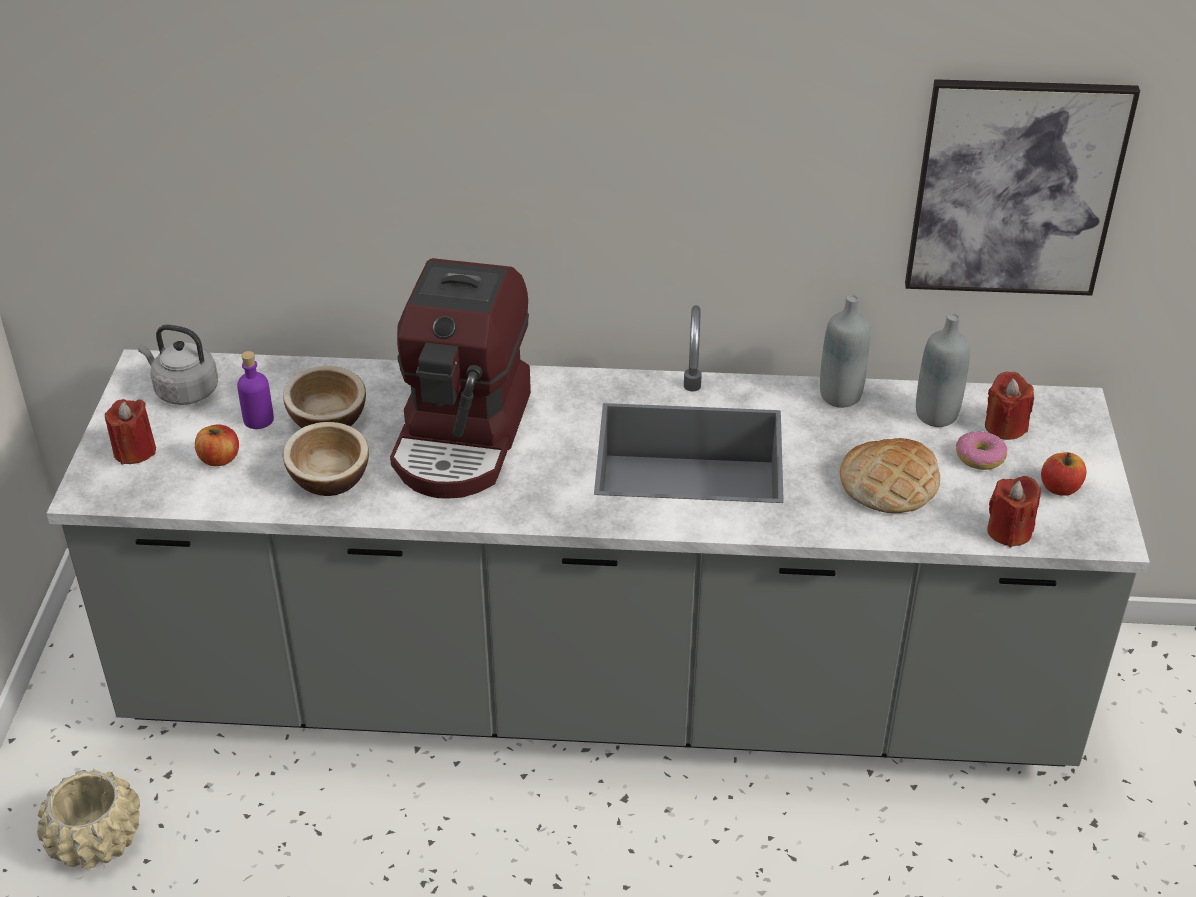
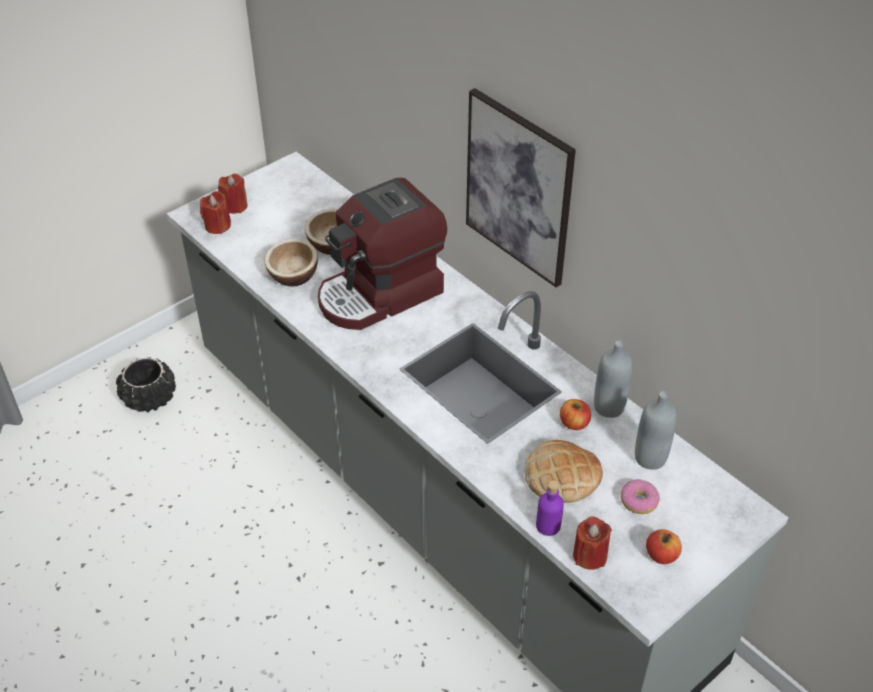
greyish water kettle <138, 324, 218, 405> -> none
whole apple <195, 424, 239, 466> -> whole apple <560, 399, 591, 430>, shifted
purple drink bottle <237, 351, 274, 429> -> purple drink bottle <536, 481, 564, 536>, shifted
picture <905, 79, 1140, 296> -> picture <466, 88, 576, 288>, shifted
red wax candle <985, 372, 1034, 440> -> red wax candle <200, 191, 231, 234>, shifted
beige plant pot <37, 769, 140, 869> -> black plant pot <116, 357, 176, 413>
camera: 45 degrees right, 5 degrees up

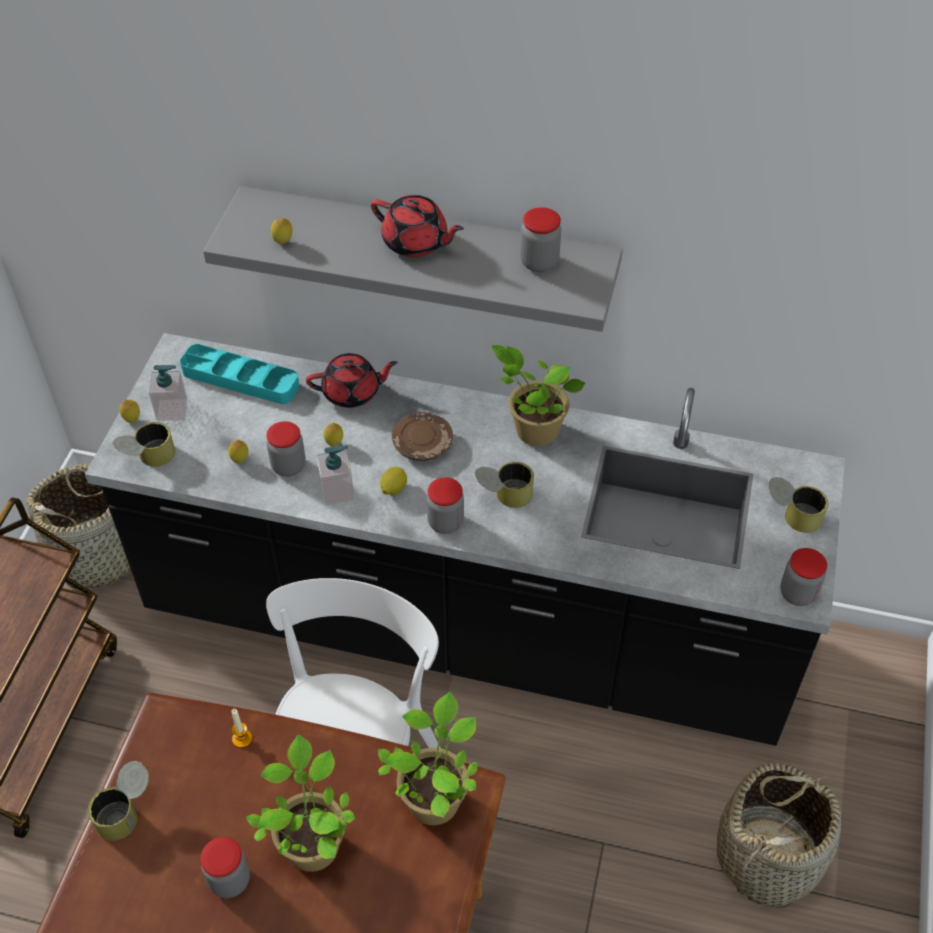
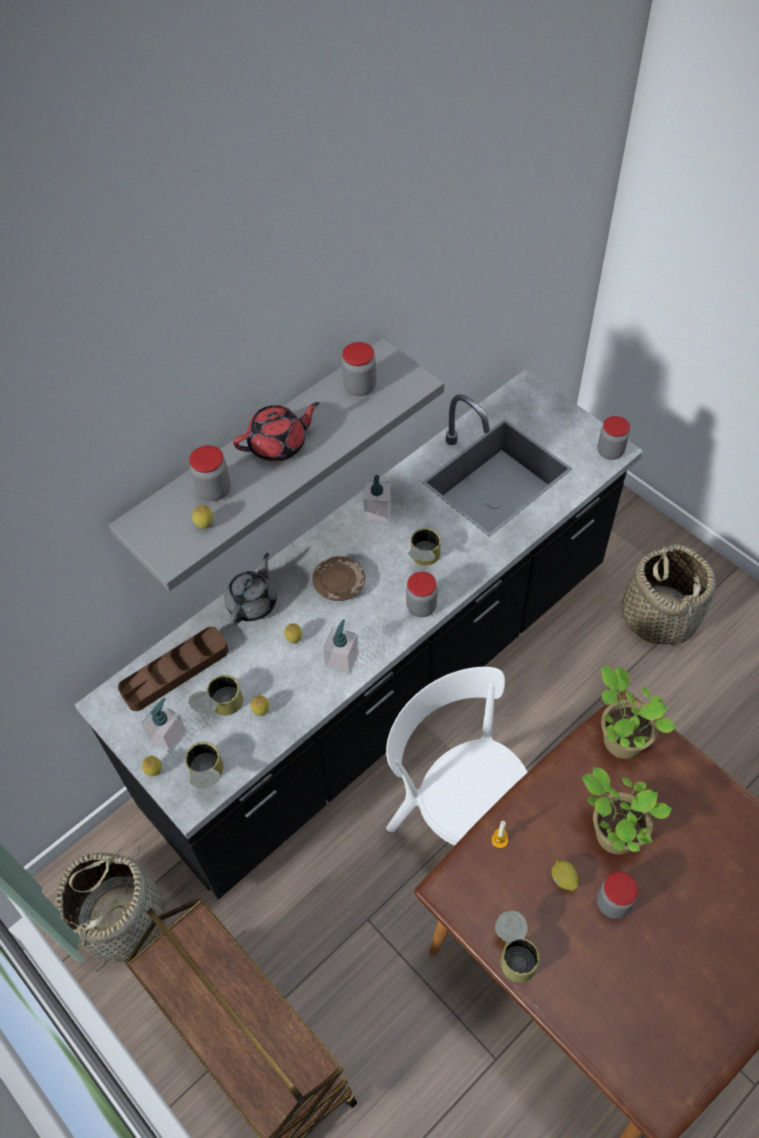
jar <266, 421, 305, 477> -> jar <189, 445, 231, 501>, shifted
citrus fruit <380, 467, 407, 495> -> citrus fruit <551, 860, 578, 891>, shifted
sealed can <769, 477, 828, 533> -> sealed can <188, 675, 243, 716>, shifted
houseplant <492, 345, 585, 446> -> soap bottle <363, 475, 391, 523>
blue-green tray <180, 344, 300, 404> -> brownish tray <118, 627, 229, 711>
red pot for tea <306, 353, 398, 408> -> greyish pot for tea <225, 553, 277, 625>
camera: 55 degrees left, 5 degrees up

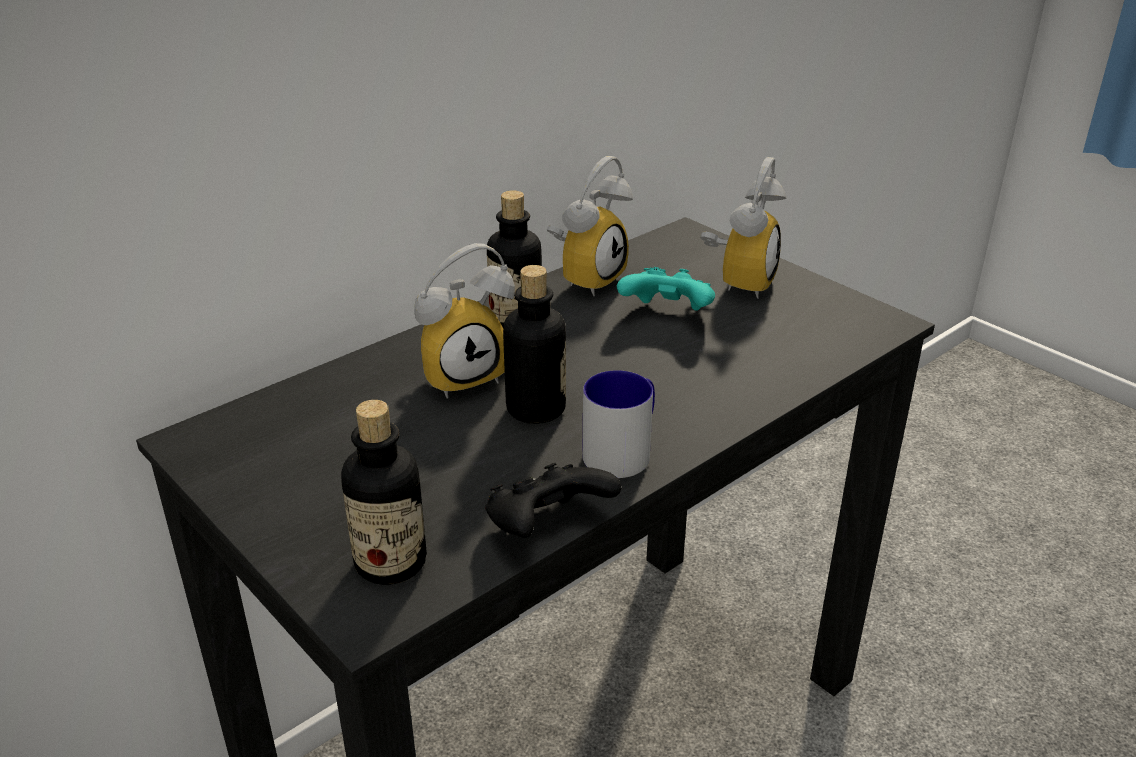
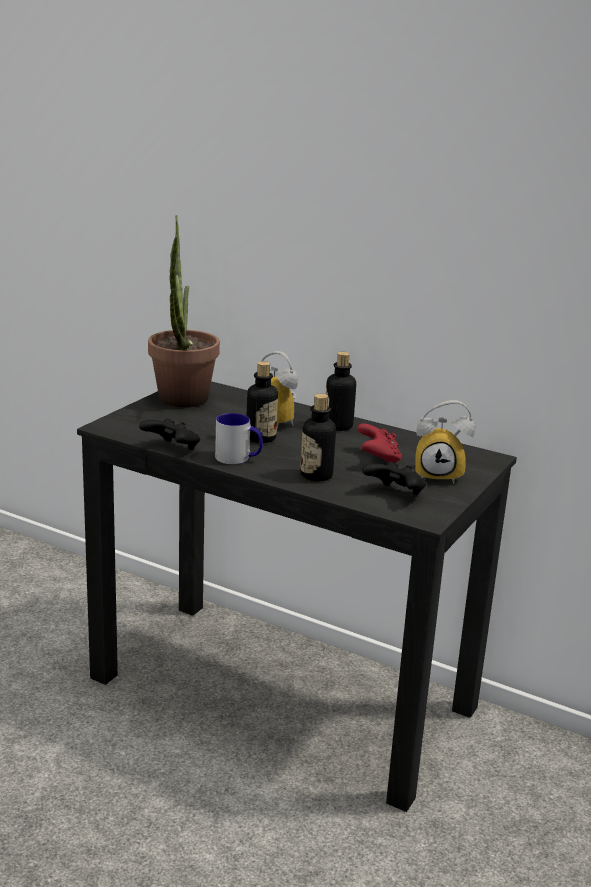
bedside clock <547, 156, 633, 296> -> none
none -> houseplant <148, 215, 220, 408>
none -> black joypad <362, 462, 427, 495>
drink bottle <341, 400, 427, 585> -> drink bottle <300, 394, 336, 481>, shifted
blue-green joypad <617, 267, 715, 311> -> red joypad <357, 423, 402, 463>
camera: 70 degrees right, 10 degrees down

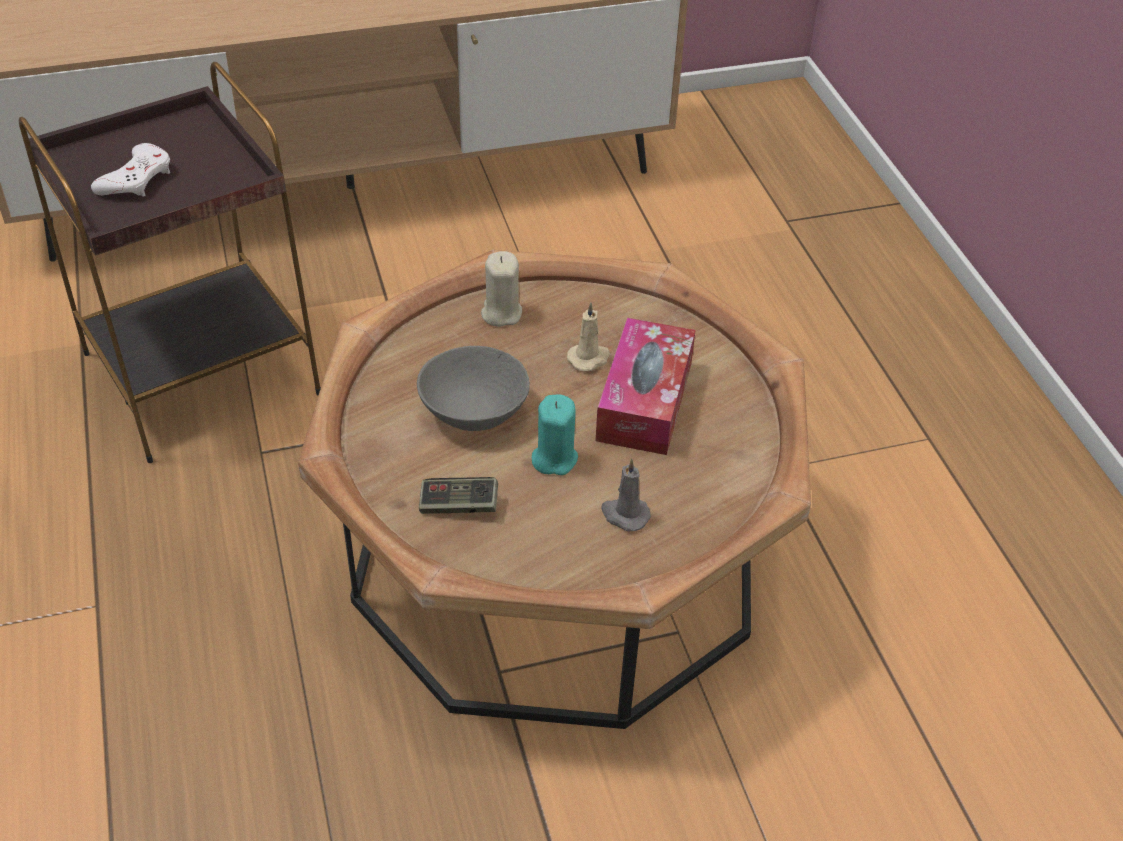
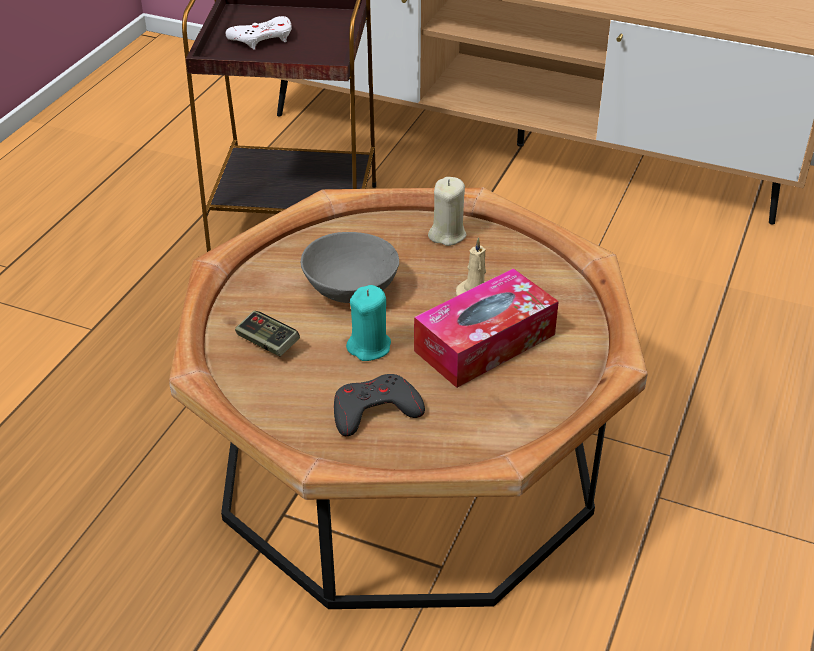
greyish wax candle <601, 458, 651, 531> -> greyish joypad <334, 374, 425, 436>
camera: 40 degrees right, 5 degrees down

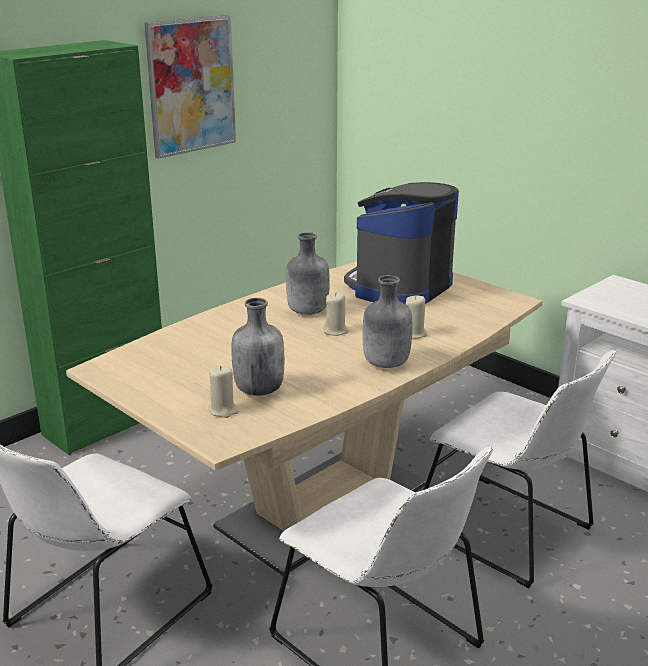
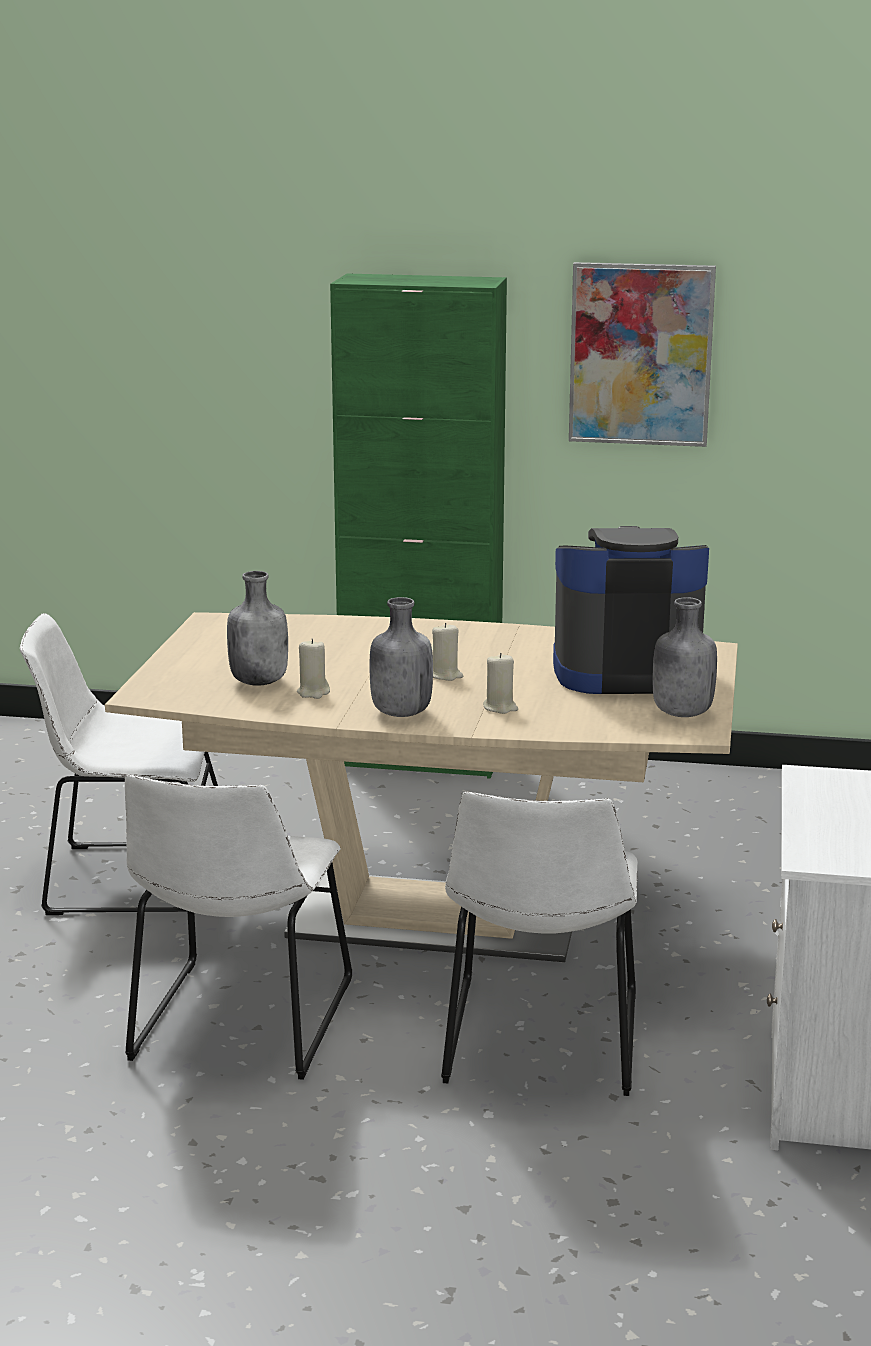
beige wax candle <208, 366, 239, 418> -> beige wax candle <297, 639, 330, 699>, shifted
greyish drink bottle <286, 232, 330, 315> -> greyish drink bottle <652, 597, 717, 717>, shifted
camera: 55 degrees right, 5 degrees down

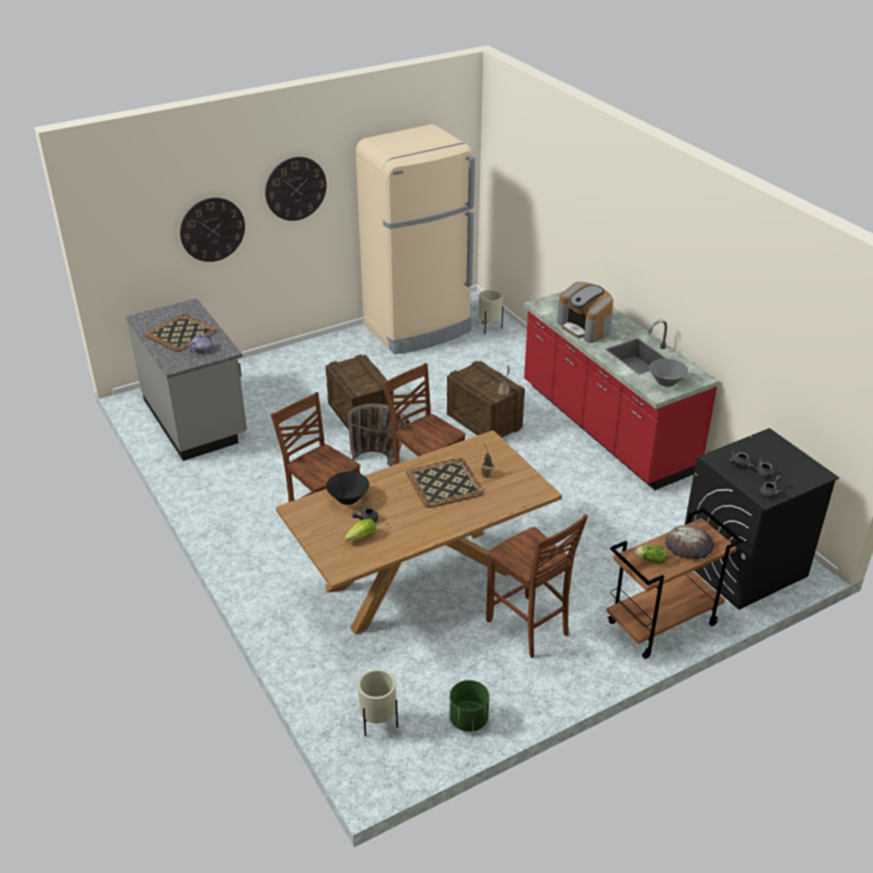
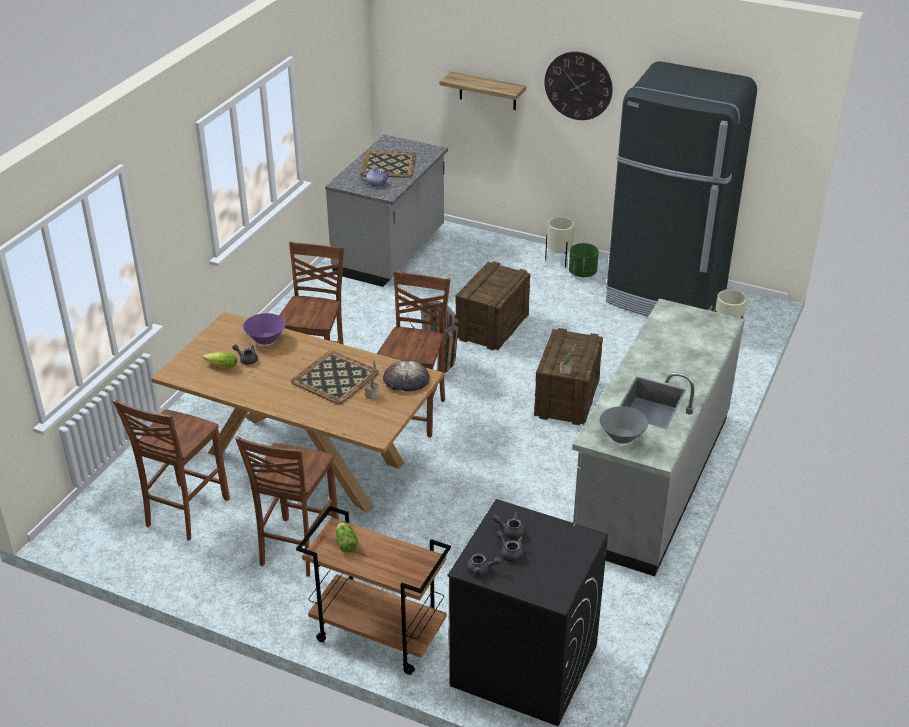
coffee brewer <557, 282, 613, 343> -> none
none -> brownish upright chair <113, 399, 230, 540>
beige plant pot <358, 669, 398, 737> -> beige plant pot <545, 217, 575, 268>, shifted
green plant pot <450, 680, 489, 732> -> green plant pot <569, 243, 599, 277>, shifted
baked bread <665, 525, 714, 559> -> baked bread <383, 361, 430, 392>, shifted
wall clock <180, 198, 245, 262> -> wall shelf <439, 72, 526, 110>
black bowl <326, 472, 369, 505> -> purple bowl <243, 313, 286, 345>
beige fridge <356, 124, 475, 354> -> black fridge <606, 61, 757, 317>
red kitchen counter <524, 291, 719, 490> -> greyish kitchen counter <572, 298, 745, 576>
camera: 55 degrees right, 0 degrees up

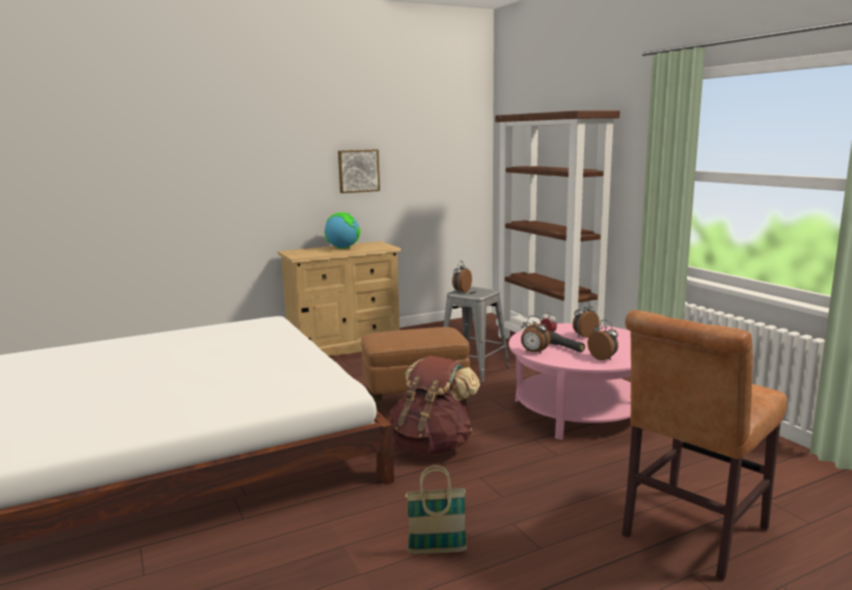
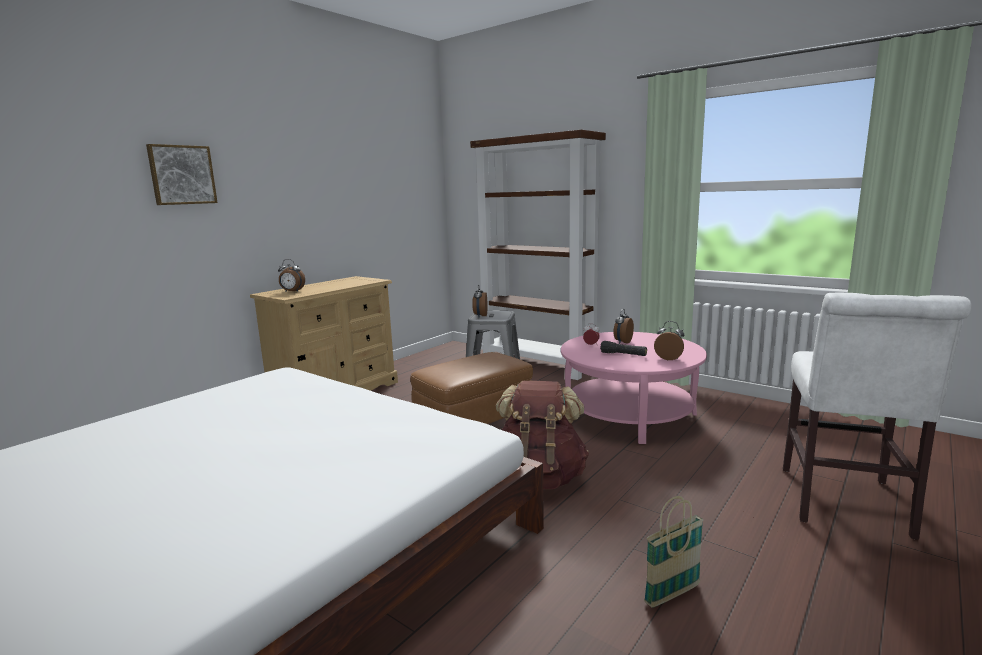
globe <324, 212, 360, 249> -> none
picture <338, 149, 380, 193> -> picture <146, 144, 218, 205>, shifted
bedside clock <521, 316, 551, 354> -> bedside clock <278, 259, 305, 292>, shifted
brownish upright chair <622, 310, 787, 581> -> white-coloured upright chair <783, 293, 972, 540>
camera: 25 degrees left, 0 degrees up

